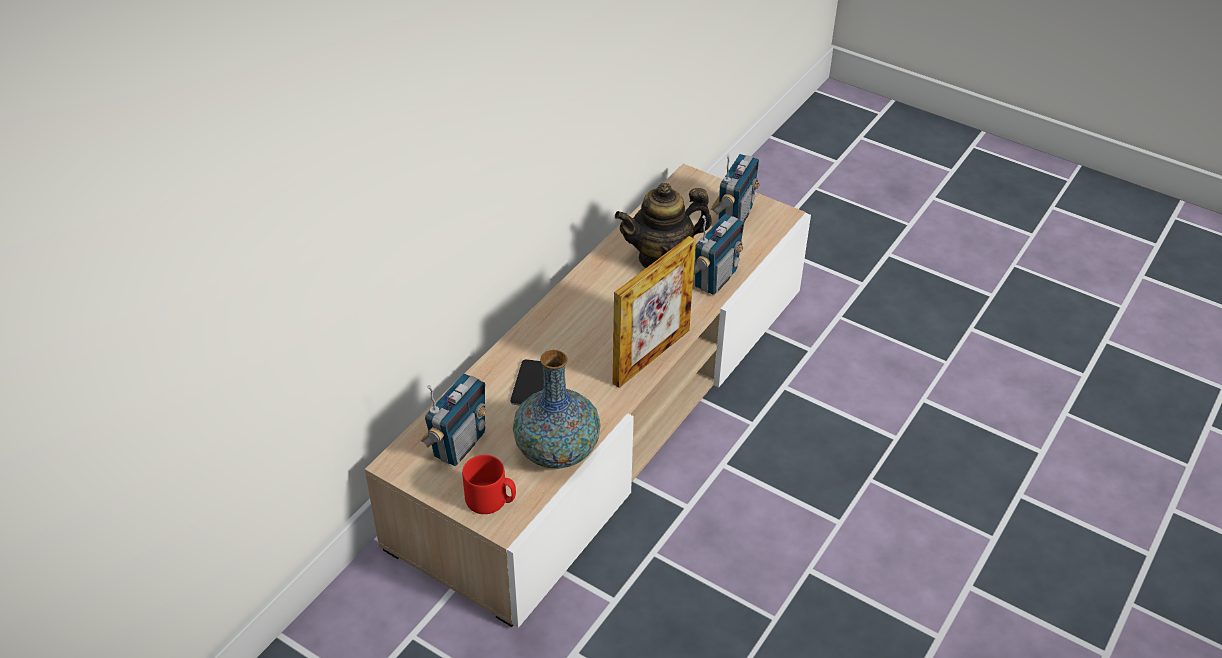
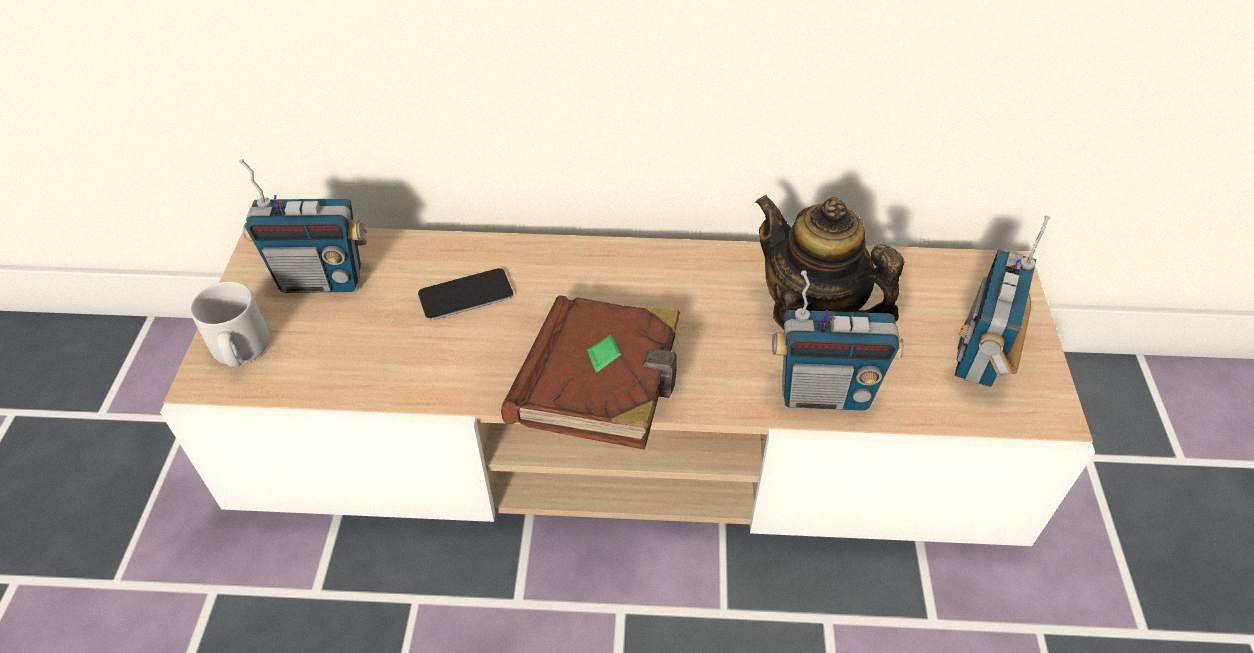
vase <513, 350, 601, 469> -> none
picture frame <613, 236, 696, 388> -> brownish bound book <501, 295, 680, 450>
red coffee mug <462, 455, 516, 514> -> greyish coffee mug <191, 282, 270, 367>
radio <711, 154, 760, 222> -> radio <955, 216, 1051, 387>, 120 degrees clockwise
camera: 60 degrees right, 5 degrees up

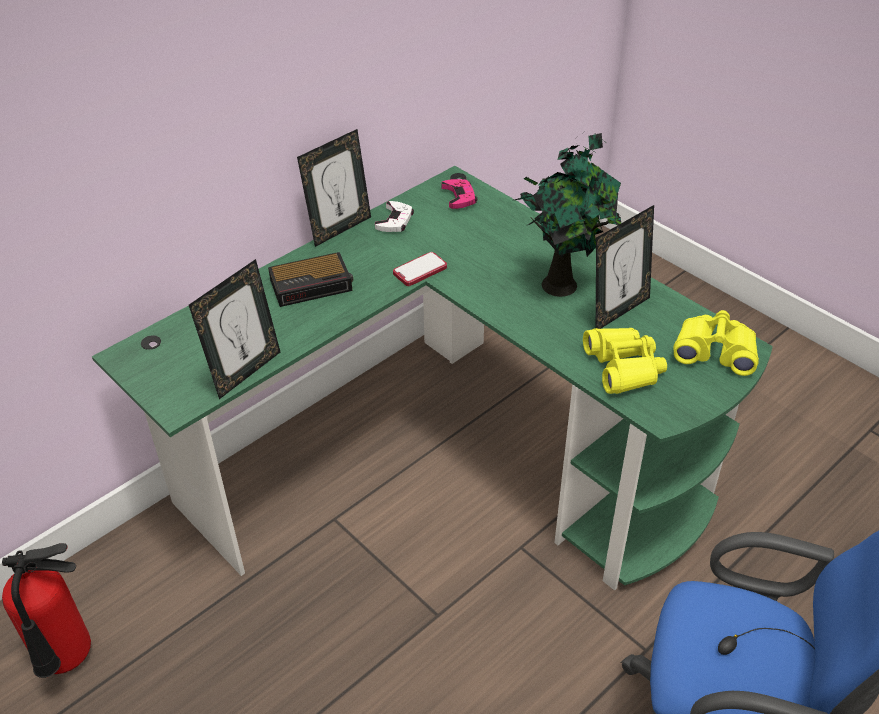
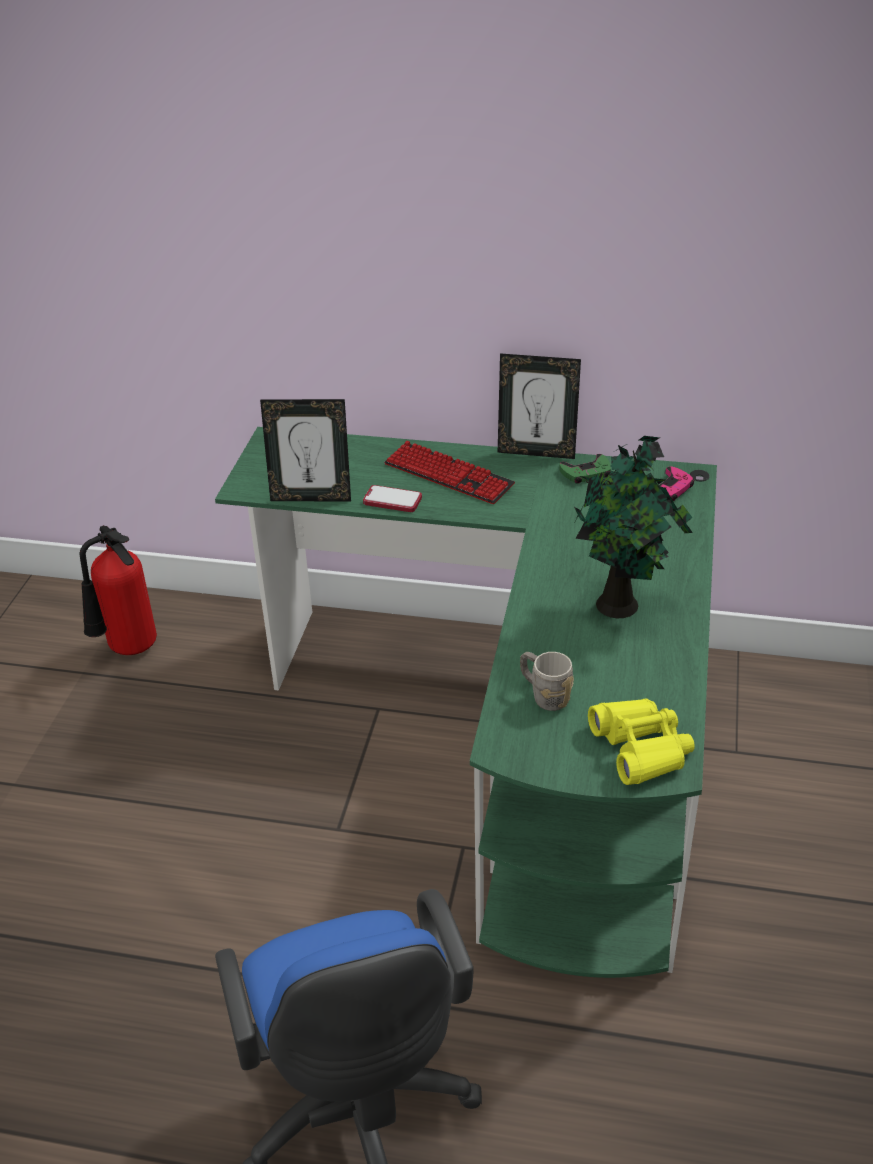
picture frame <596, 205, 654, 329> -> none
handset <393, 252, 447, 286> -> handset <363, 485, 422, 512>, shifted
bedside clock <268, 252, 353, 307> -> computer keyboard <384, 441, 515, 504>
yellowish field glasses <583, 328, 667, 394> -> greyish coffee mug <520, 652, 574, 711>
white-coloured joypad <375, 201, 414, 232> -> green joypad <559, 454, 611, 484>
camera: 55 degrees right, 5 degrees down

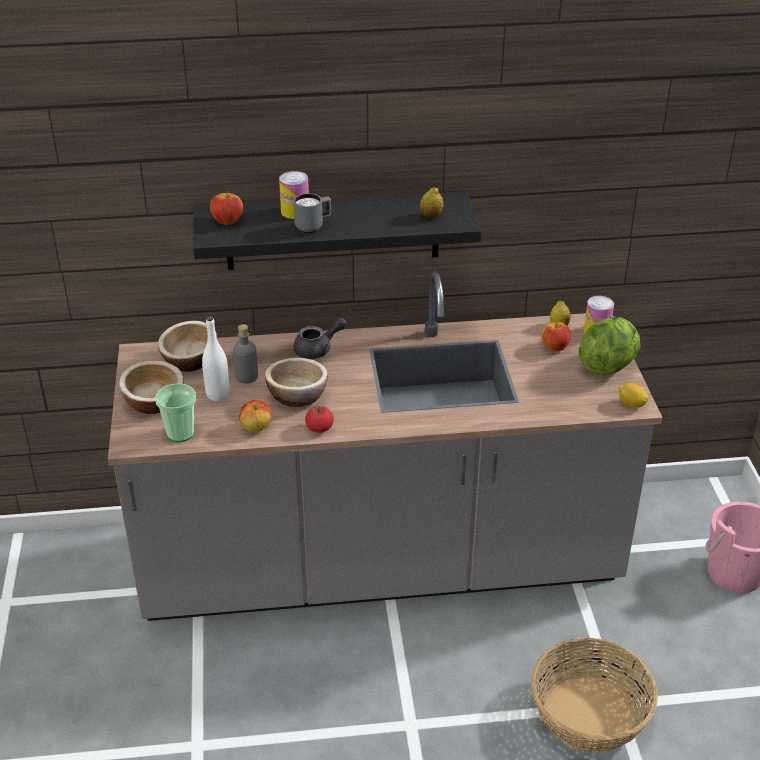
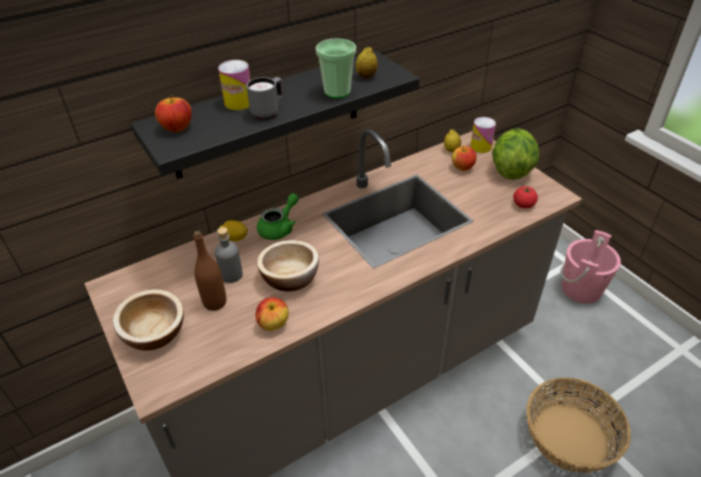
bowl <158, 321, 217, 372> -> none
cup <155, 383, 196, 442> -> cup <316, 38, 356, 98>, shifted
whole tomato <305, 406, 334, 433> -> whole tomato <513, 186, 538, 208>, shifted
citrus fruit <618, 383, 649, 408> -> citrus fruit <219, 220, 248, 241>, shifted
white-coloured drink bottle <202, 316, 230, 401> -> brownish drink bottle <194, 231, 226, 311>
greyish pot for tea <293, 318, 347, 359> -> green pot for tea <257, 193, 299, 240>
camera: 25 degrees left, 5 degrees up

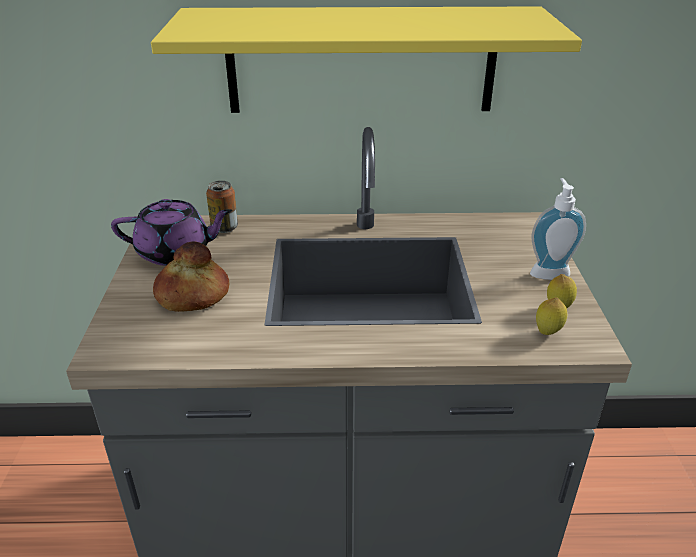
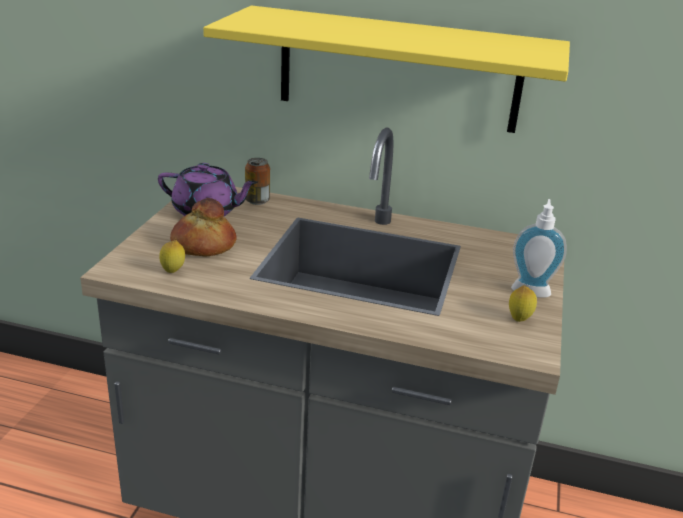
citrus fruit <536, 297, 567, 335> -> citrus fruit <159, 240, 185, 273>, shifted
camera: 15 degrees right, 5 degrees down

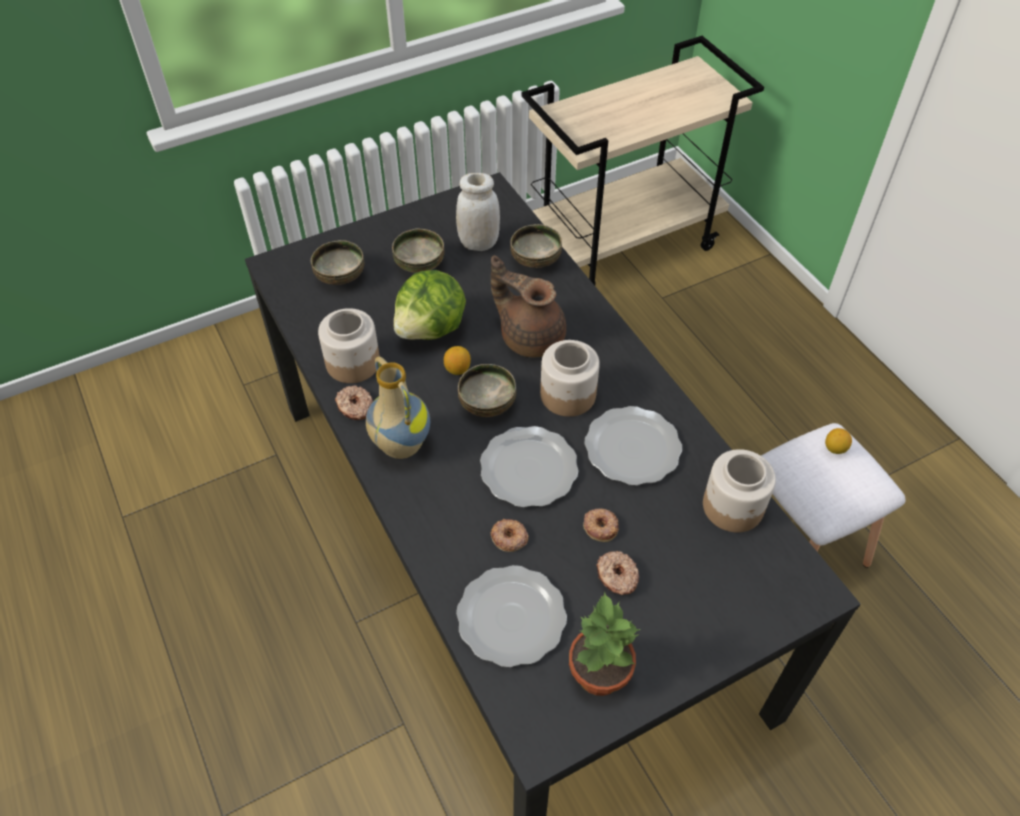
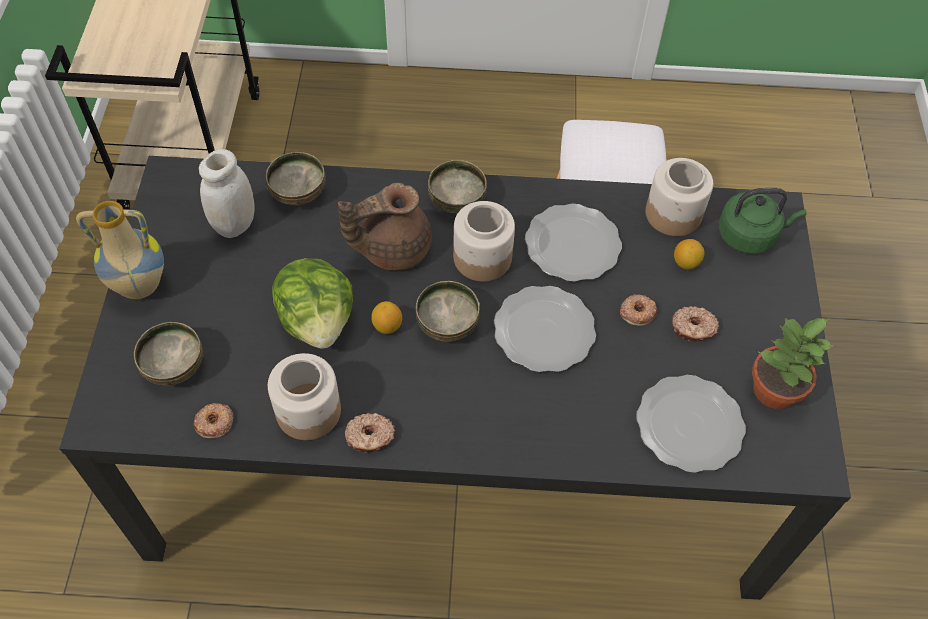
none -> green water kettle <718, 188, 807, 254>
vase <366, 356, 430, 459> -> vase <76, 201, 164, 299>, shifted
bowl <392, 228, 444, 273> -> bowl <428, 160, 487, 213>, shifted
ring doughnut <491, 519, 529, 552> -> ring doughnut <194, 403, 233, 438>, shifted
citrus fruit <825, 428, 852, 454> -> citrus fruit <674, 239, 705, 269>, shifted
camera: 60 degrees left, 5 degrees up

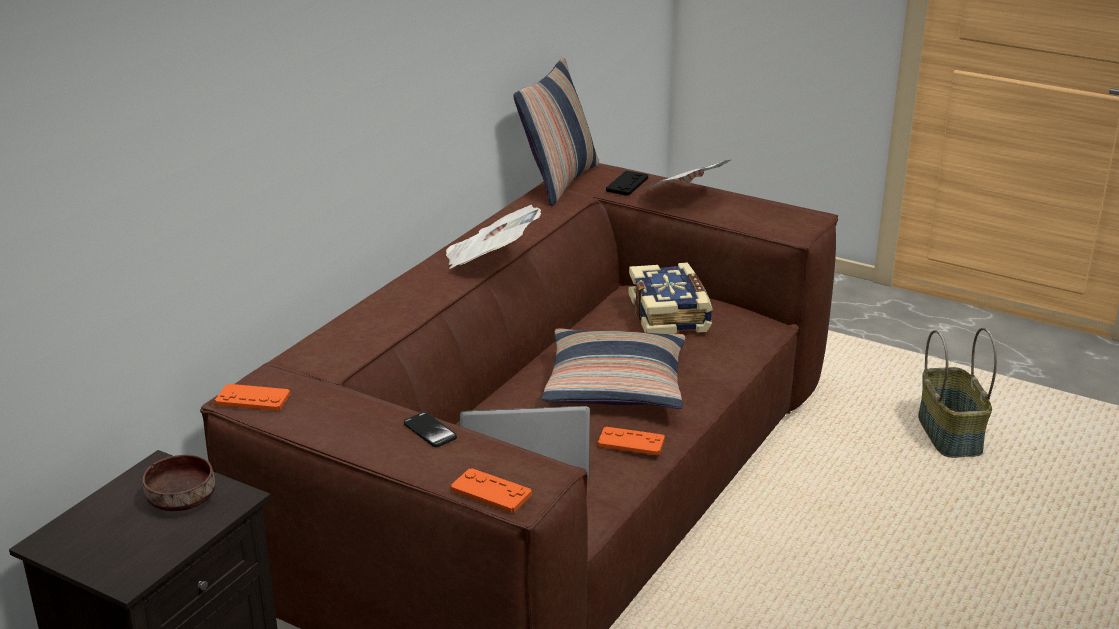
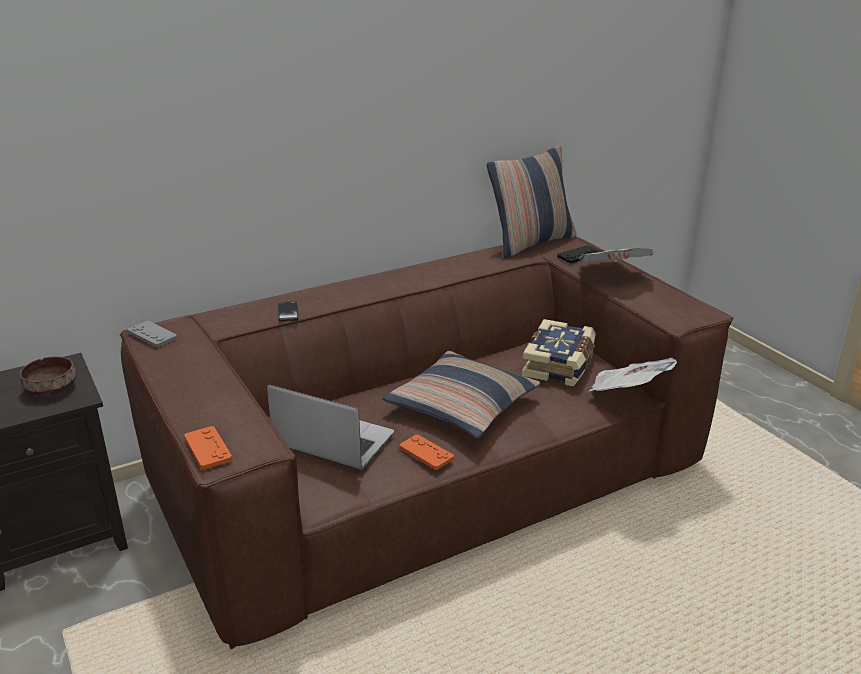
household basket <918, 328, 997, 458> -> none
handset <404, 412, 457, 447> -> handset <278, 301, 298, 322>, shifted
daily paper <446, 205, 541, 269> -> daily paper <589, 358, 677, 391>, shifted
orange-coloured joypad <215, 384, 290, 411> -> greyish joypad <127, 321, 177, 347>
camera: 30 degrees right, 0 degrees up

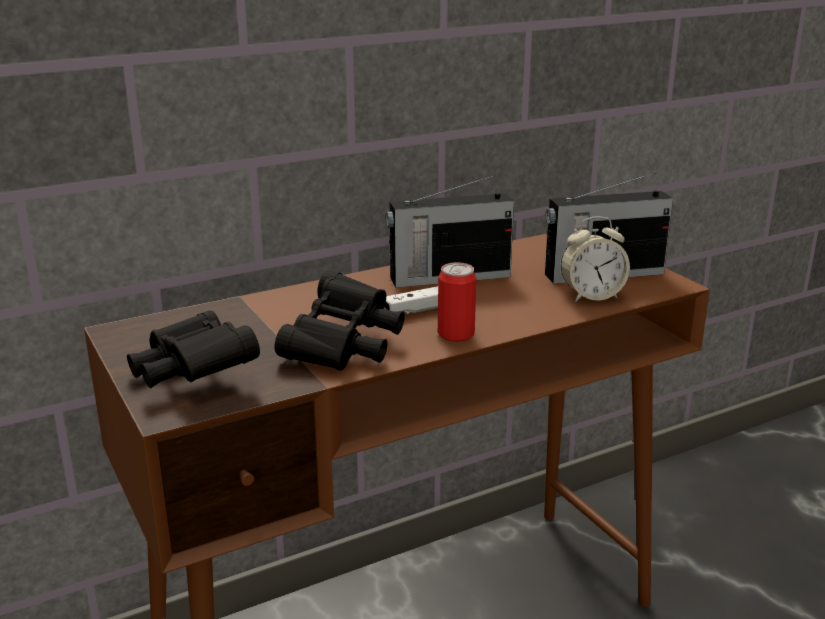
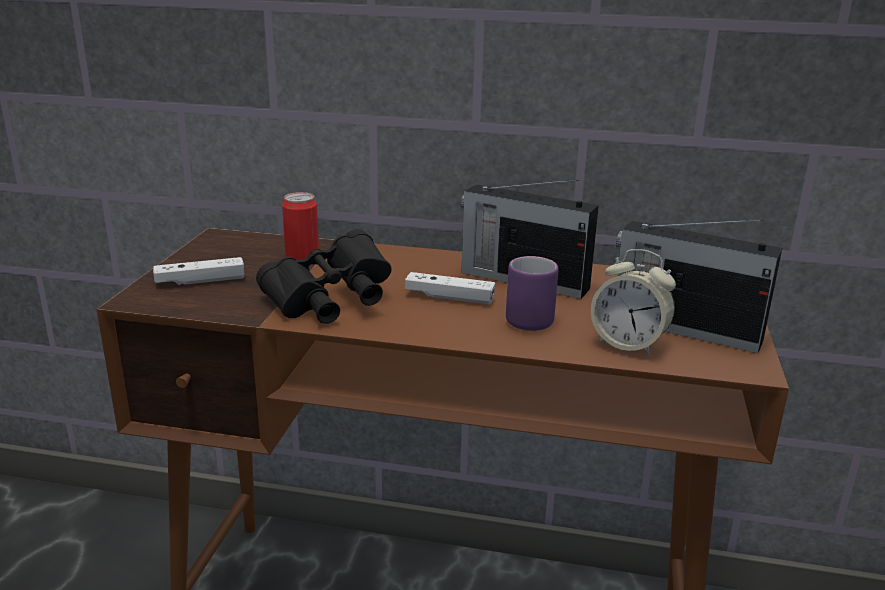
none -> purple coffee mug <506, 256, 558, 331>
sealed can <438, 262, 476, 342> -> sealed can <282, 192, 319, 260>, shifted
black field glasses <127, 311, 260, 388> -> white-coloured joypad <153, 257, 244, 285>
camera: 40 degrees right, 0 degrees up

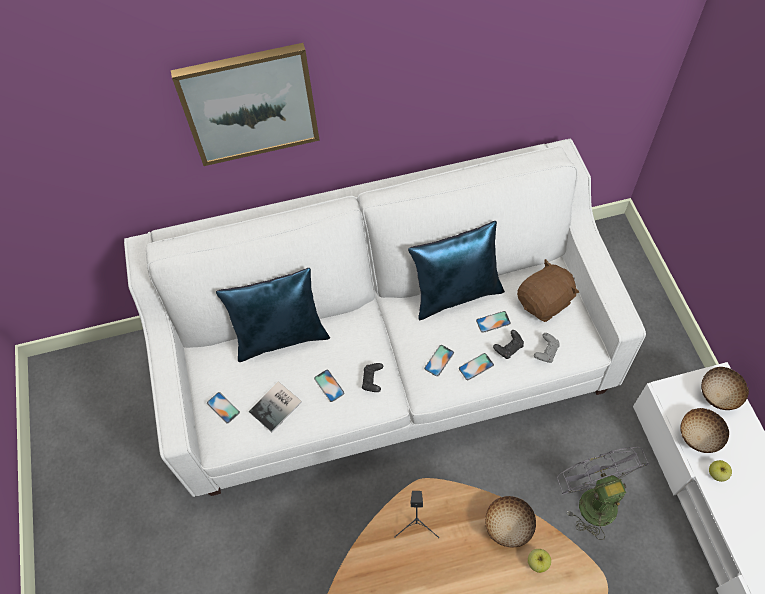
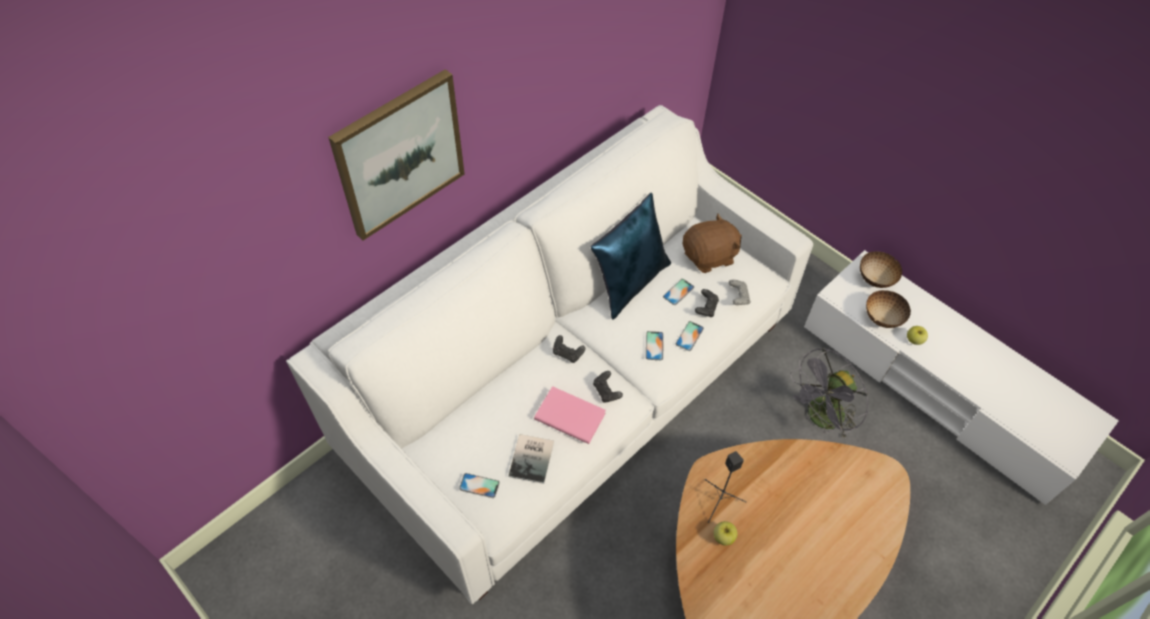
blue cushion <216, 268, 330, 362> -> none
bowl <485, 496, 536, 547> -> none
none -> black joypad <553, 335, 586, 363>
whole apple <528, 549, 551, 573> -> whole apple <714, 521, 738, 545>, shifted
handset <314, 370, 345, 402> -> pink bound book <534, 386, 606, 444>
brownish plush toy <517, 259, 579, 322> -> brownish plush toy <682, 213, 742, 273>, 45 degrees clockwise
greyish cooling fan <557, 447, 649, 540> -> greyish cooling fan <790, 348, 868, 439>, 75 degrees counterclockwise
camera: 35 degrees left, 5 degrees down

